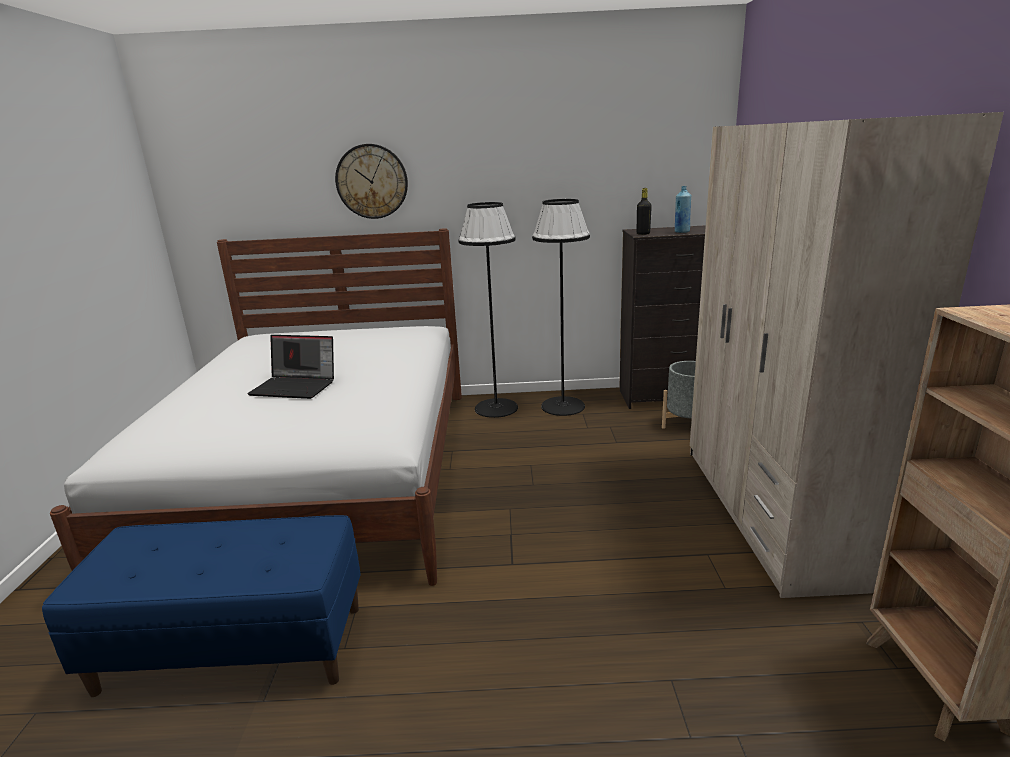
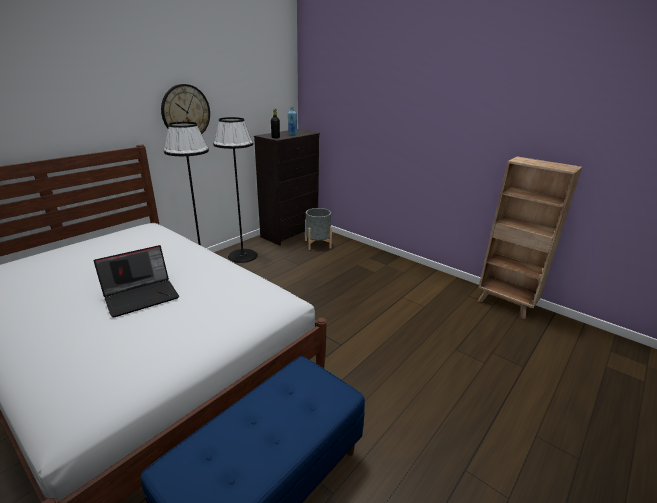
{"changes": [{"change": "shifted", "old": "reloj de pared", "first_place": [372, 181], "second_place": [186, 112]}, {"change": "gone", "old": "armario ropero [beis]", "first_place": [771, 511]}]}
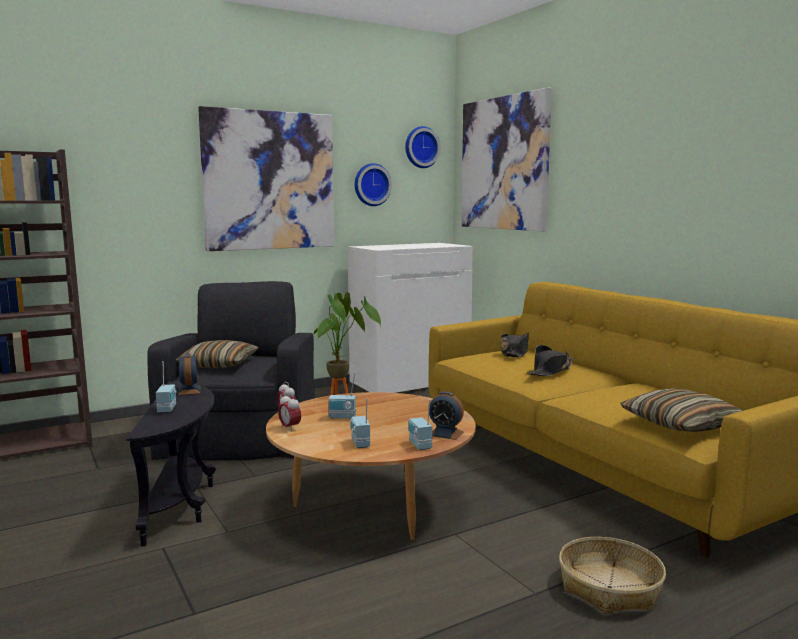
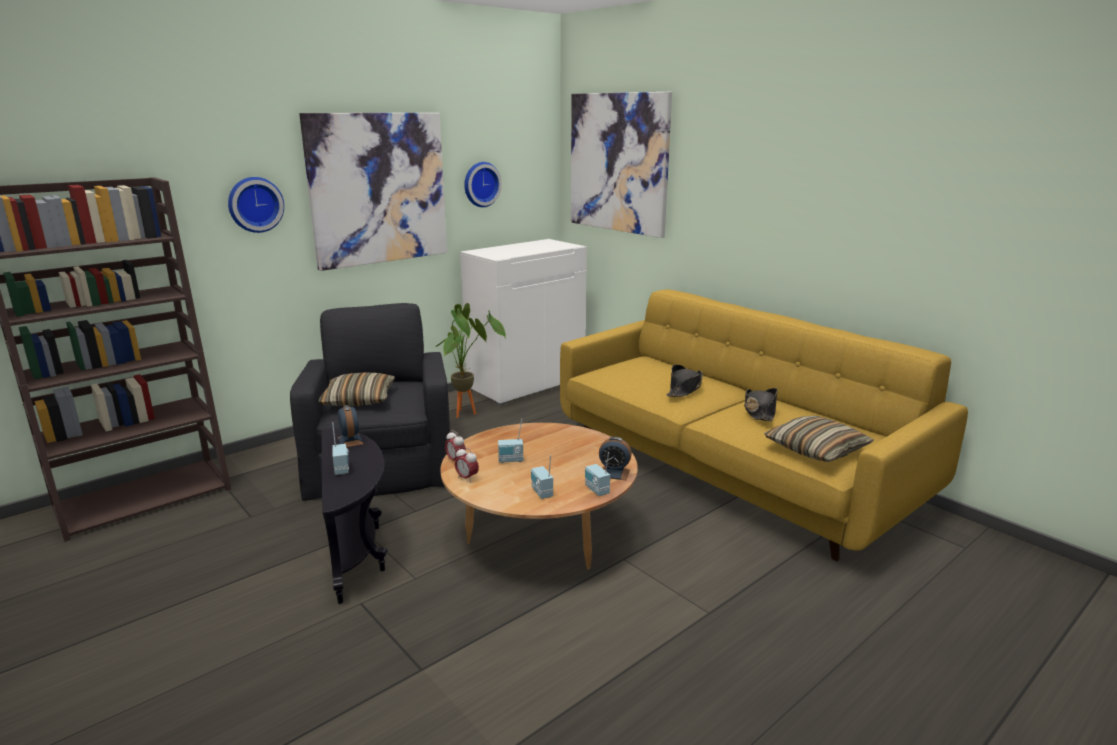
{"changes": [{"change": "shifted", "old": "reloj de pared", "first_place": [420, 147], "second_place": [255, 204]}, {"change": "shifted", "old": "sombrero [negro]", "first_place": [514, 353], "second_place": [759, 411]}, {"change": "gone", "old": "cesta", "first_place": [610, 588]}]}
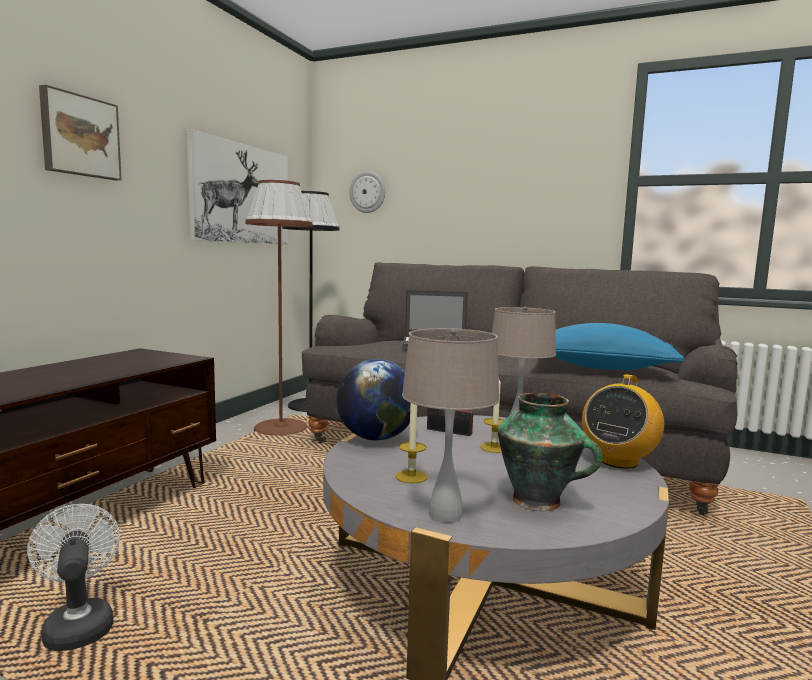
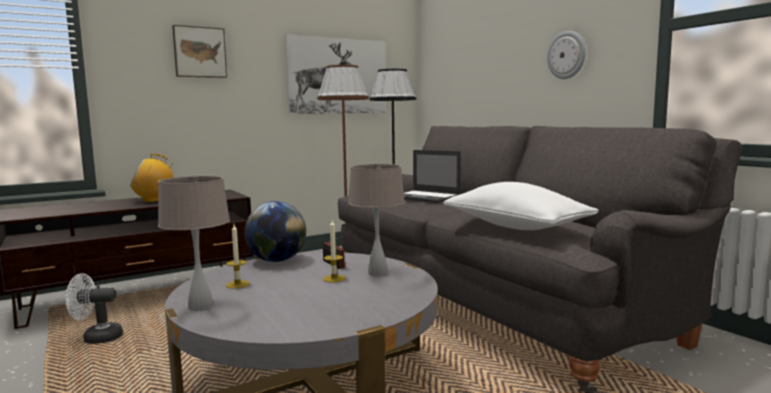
{"changes": [{"change": "rotated", "old": "ventilador [blanco]", "first_place": [78, 624], "second_place": [96, 338], "degrees": -105}, {"change": "shifted", "old": "radio", "first_place": [618, 461], "second_place": [154, 200]}, {"change": "repainted", "old": "cojín [azul]", "new": "cojín [blanco]", "first_place": [602, 367], "second_place": [515, 226]}, {"change": "shifted", "old": "reloj de pared", "first_place": [367, 192], "second_place": [566, 55]}, {"change": "gone", "old": "florero", "first_place": [539, 502]}]}
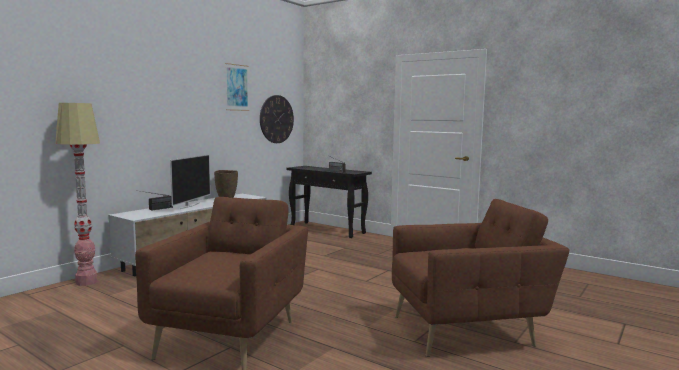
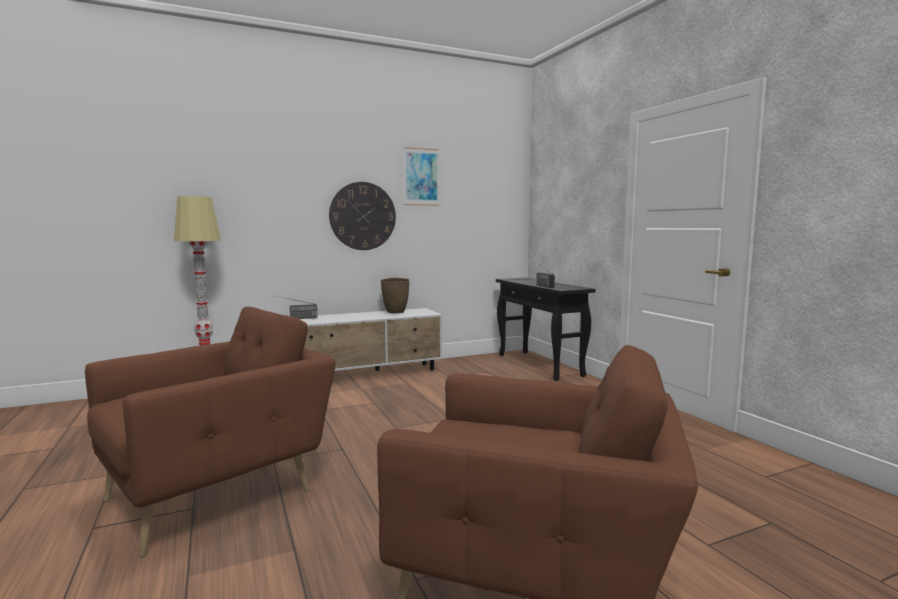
{"changes": [{"change": "shifted", "old": "reloj de pared", "first_place": [276, 119], "second_place": [362, 216]}, {"change": "gone", "old": "televisor", "first_place": [189, 205]}]}
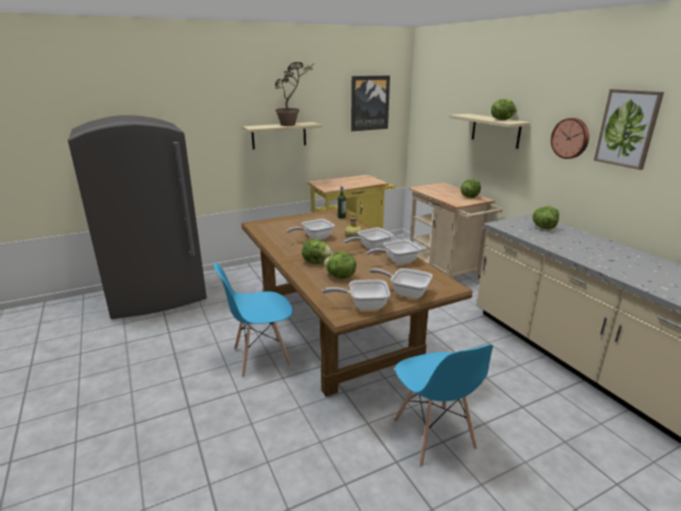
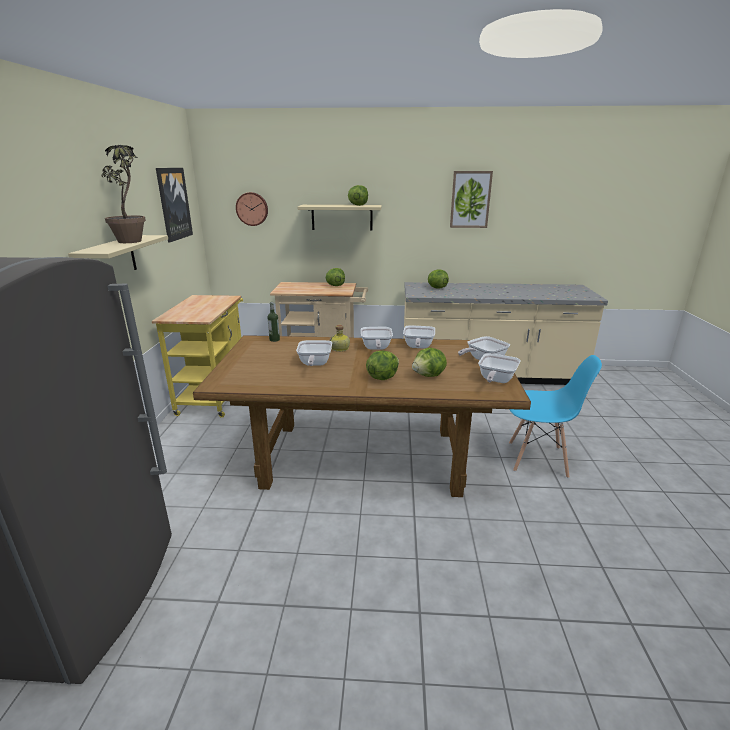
{"changes": [{"change": "shifted", "old": "reloj de pared", "first_place": [570, 138], "second_place": [252, 209]}, {"change": "gone", "old": "silla [azul]", "first_place": [261, 357]}]}
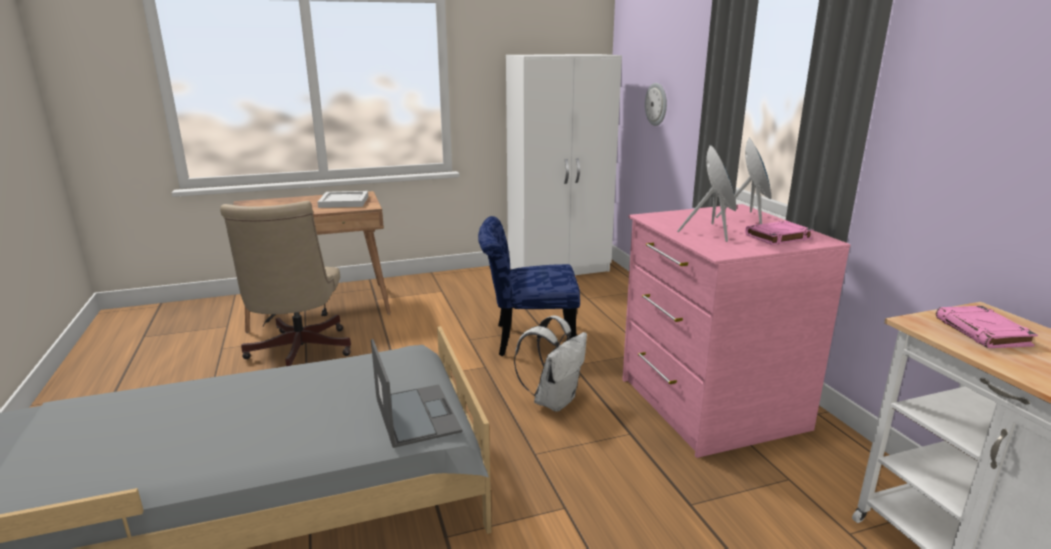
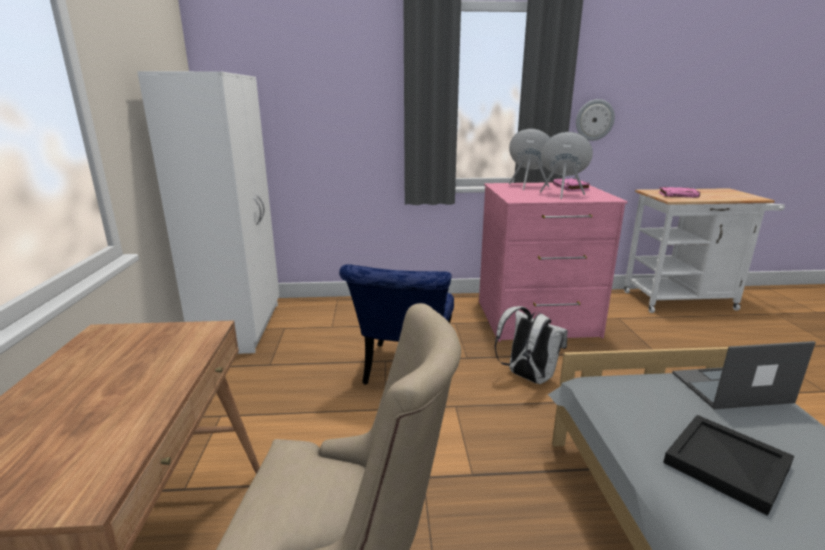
{"changes": [{"change": "shifted", "old": "reloj de pared", "first_place": [656, 104], "second_place": [594, 120]}, {"change": "new", "new": "bandeja [negro]", "second_place": [725, 462]}, {"change": "gone", "old": "bandeja [blanco]", "first_place": [343, 202]}]}
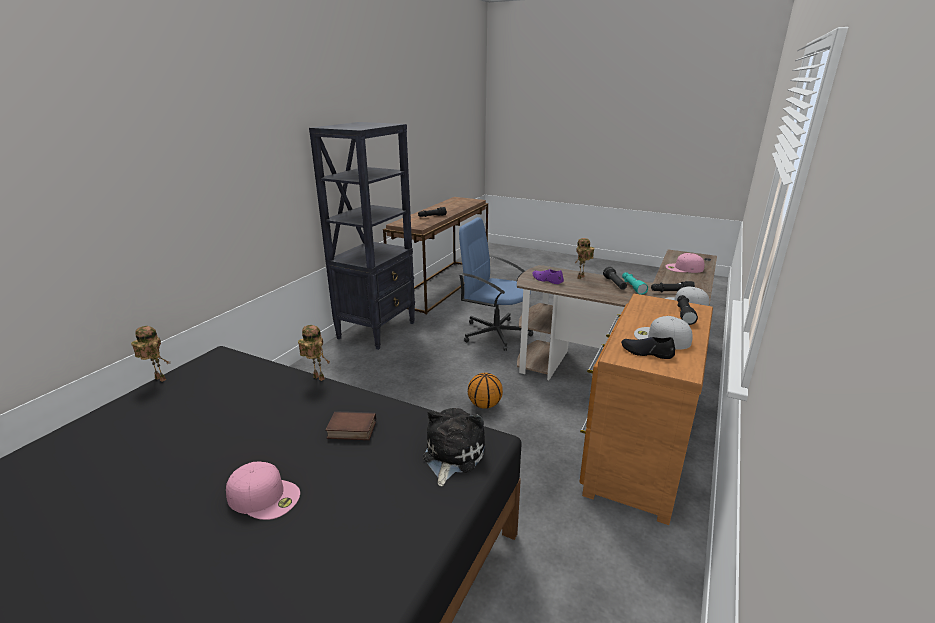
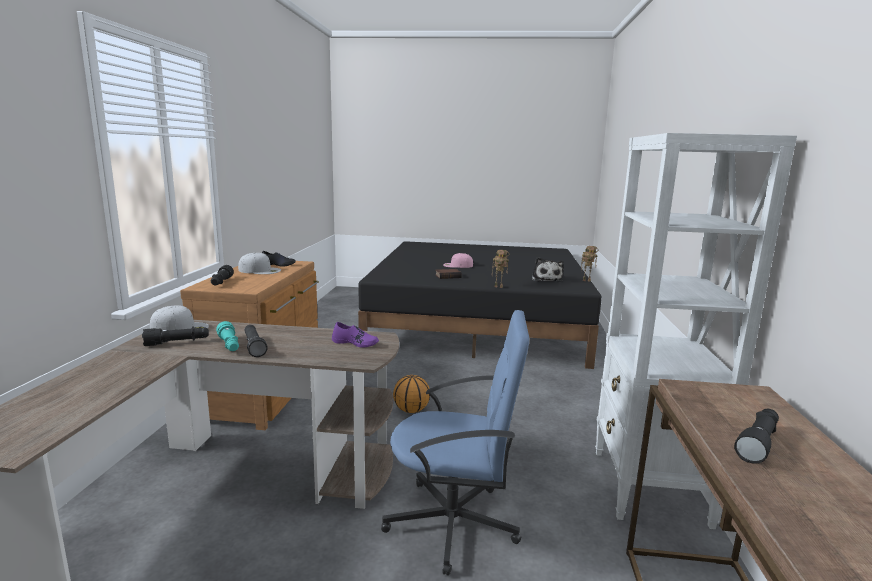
{"changes": [{"change": "shifted", "old": "peluche", "first_place": [452, 455], "second_place": [546, 279]}, {"change": "repainted", "old": "estantería [negro]", "new": "estantería [blanco]", "first_place": [377, 330], "second_place": [649, 487]}, {"change": "gone", "old": "robot de juguete", "first_place": [581, 278]}, {"change": "gone", "old": "gorra [rosa]", "first_place": [684, 268]}]}
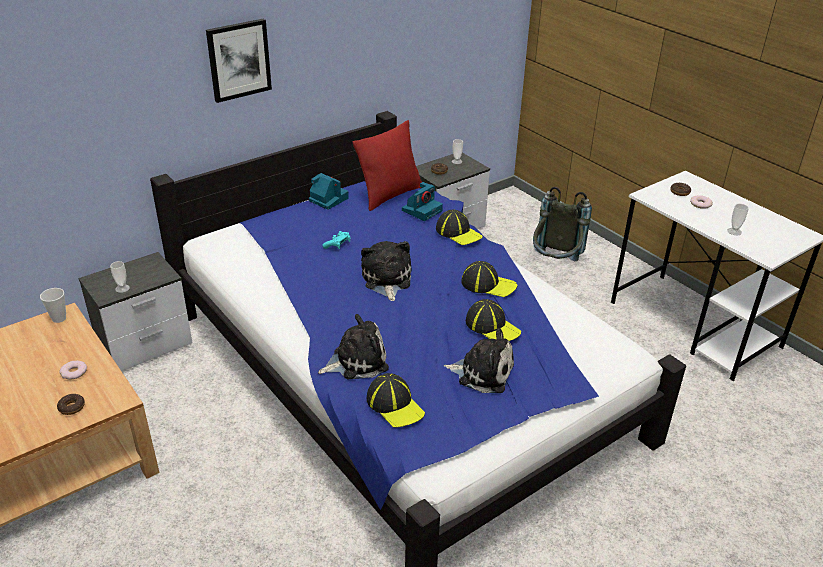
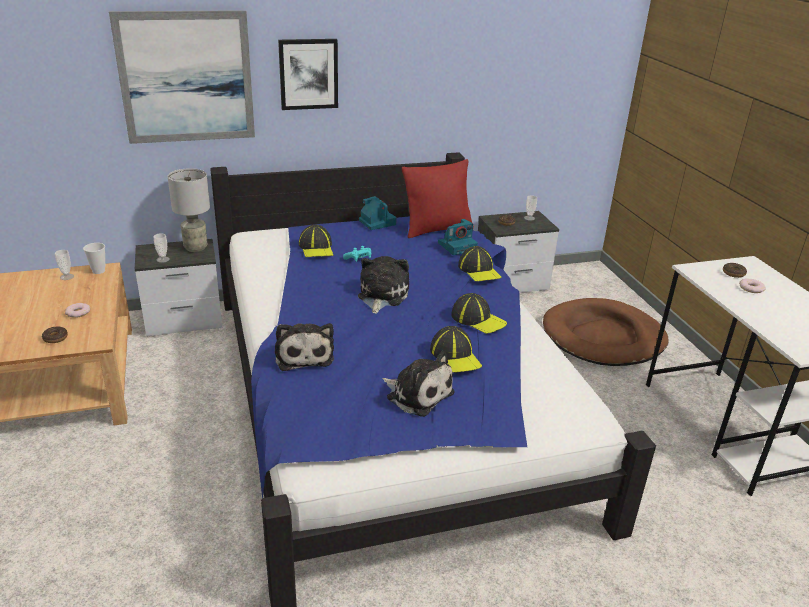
{"changes": [{"change": "shifted", "old": "taza", "first_place": [734, 231], "second_place": [67, 277]}, {"change": "new", "new": "cuadro", "second_place": [186, 77]}, {"change": "new", "new": "lámpara de mesa [gris]", "second_place": [196, 247]}, {"change": "rotated", "old": "peluche", "first_place": [356, 361], "second_place": [304, 355], "degrees": 75}, {"change": "shifted", "old": "gorra", "first_place": [395, 405], "second_place": [316, 248]}, {"change": "swapped", "old": "mochila [gris]", "new": "cama para perro [marrón]", "first_place": [554, 264], "second_place": [603, 337]}]}
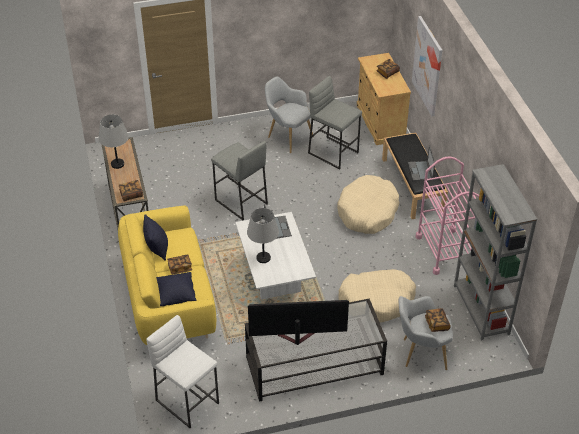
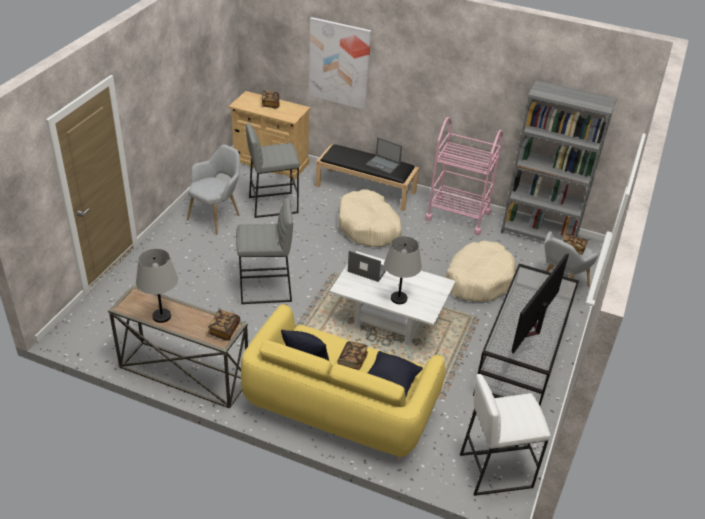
{"changes": [{"change": "rotated", "old": "sillón [gris]", "first_place": [287, 136], "second_place": [217, 216], "degrees": 135}]}
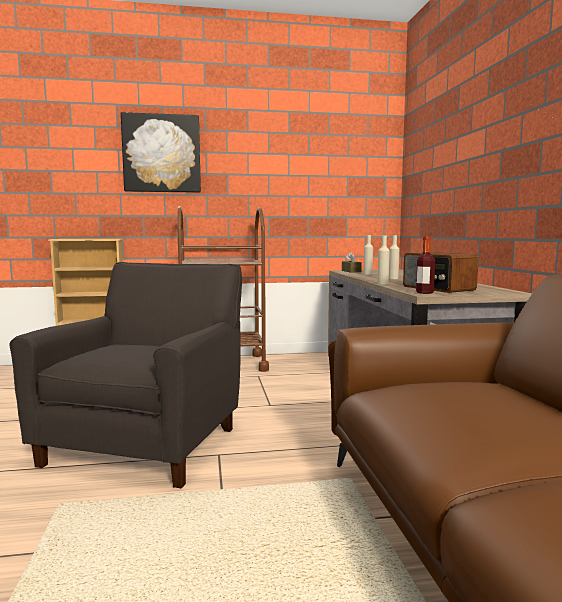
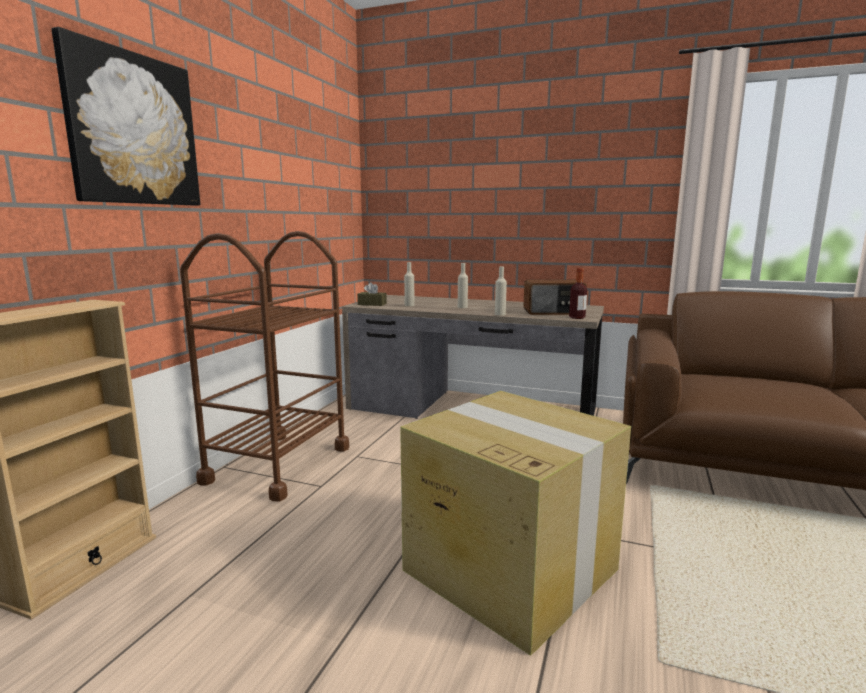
{"changes": [{"change": "swapped", "old": "sillón [gris]", "new": "caja de cartón", "first_place": [147, 442], "second_place": [508, 568]}]}
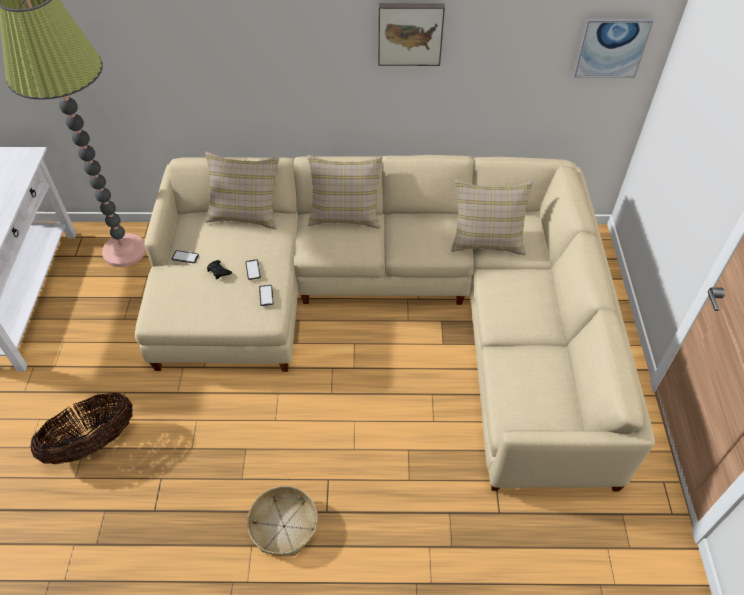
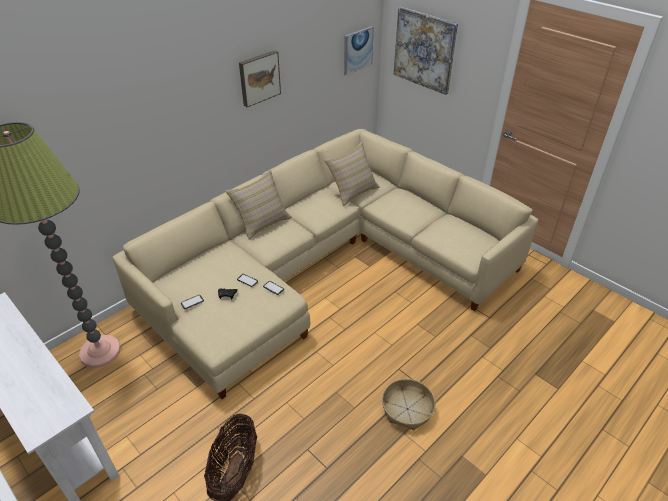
{"changes": [{"change": "new", "new": "cuadro", "second_place": [424, 50]}, {"change": "gone", "old": "cojín [beis]", "first_place": [245, 213]}]}
